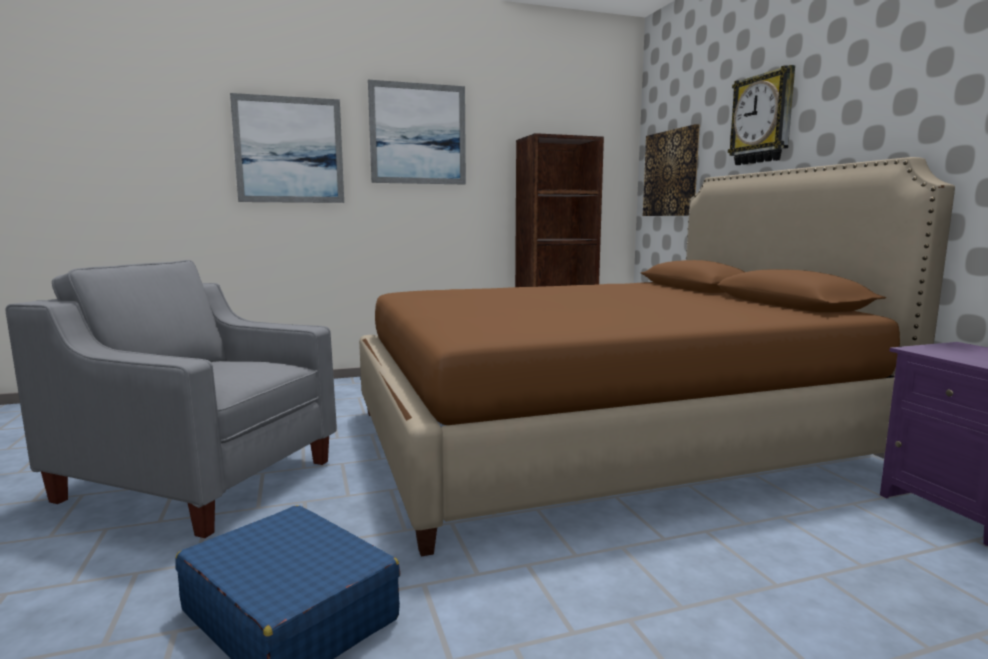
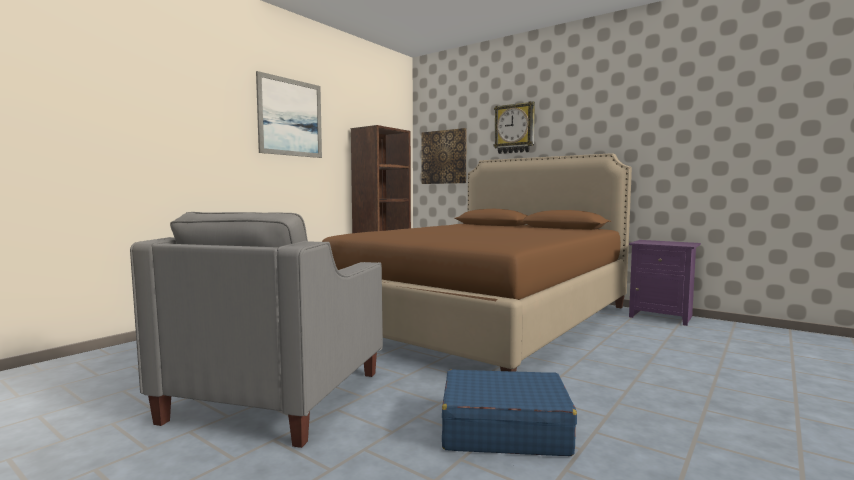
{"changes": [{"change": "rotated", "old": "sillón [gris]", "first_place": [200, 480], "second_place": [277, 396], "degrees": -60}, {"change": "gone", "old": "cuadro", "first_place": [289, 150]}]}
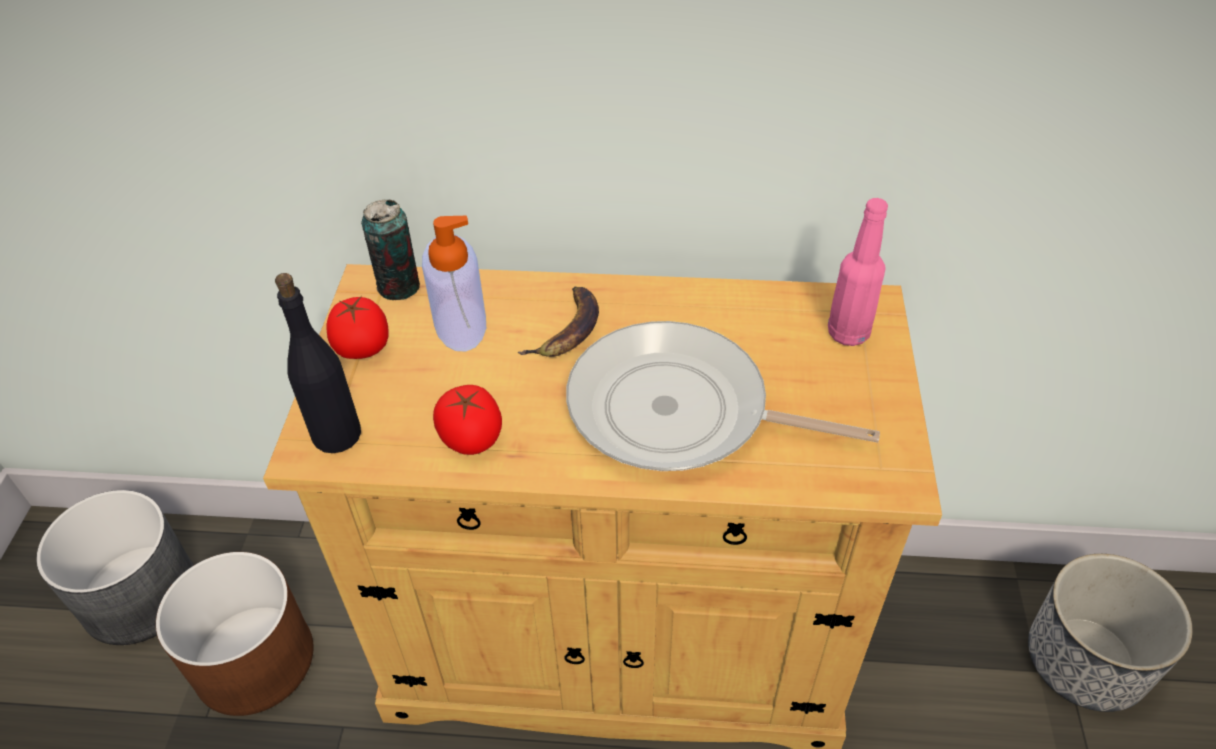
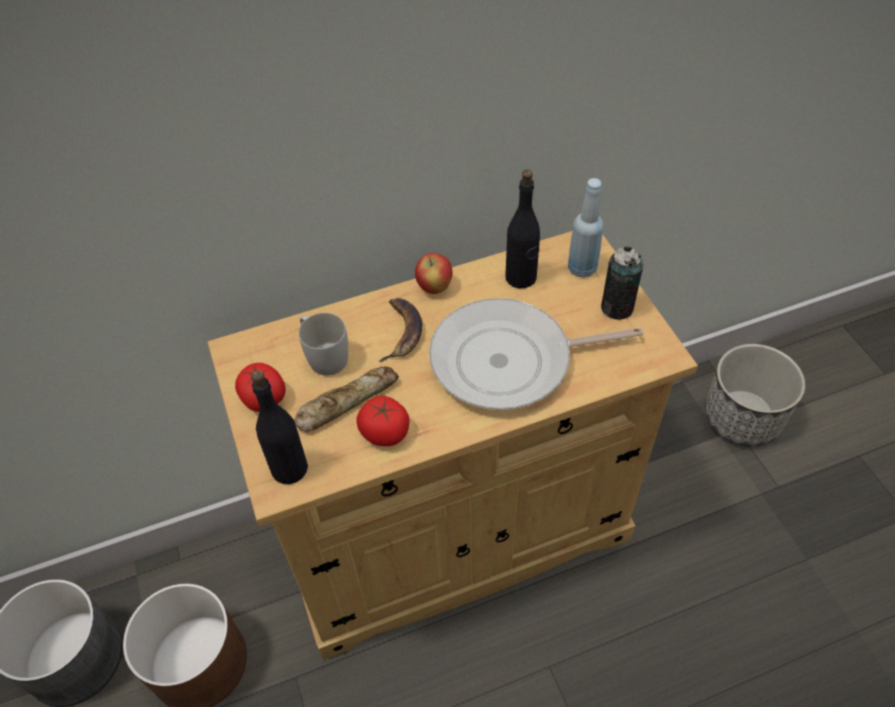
{"changes": [{"change": "new", "new": "pan", "second_place": [346, 402]}, {"change": "swapped", "old": "dispensador de jabón", "new": "taza grande [blanco]", "first_place": [460, 323], "second_place": [323, 355]}, {"change": "new", "new": "manzana", "second_place": [434, 287]}, {"change": "new", "new": "botella [negro]", "second_place": [521, 278]}, {"change": "repainted", "old": "botella [rosa]", "new": "botella [azul]", "first_place": [848, 333], "second_place": [582, 268]}, {"change": "shifted", "old": "lata", "first_place": [399, 287], "second_place": [617, 308]}]}
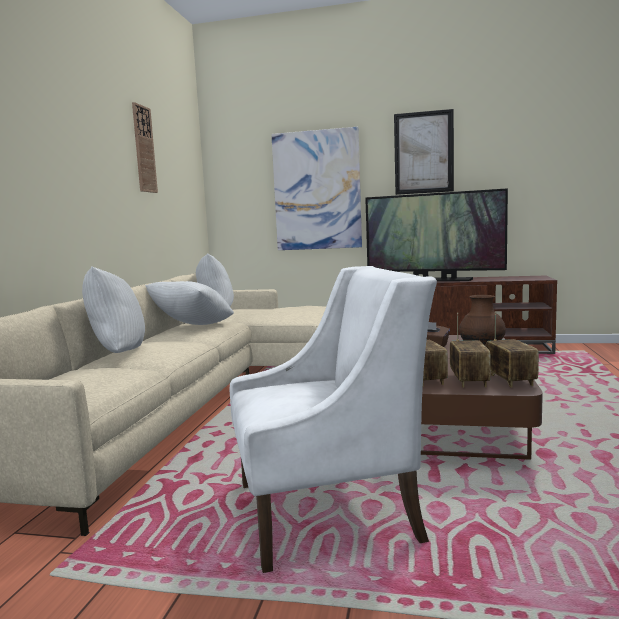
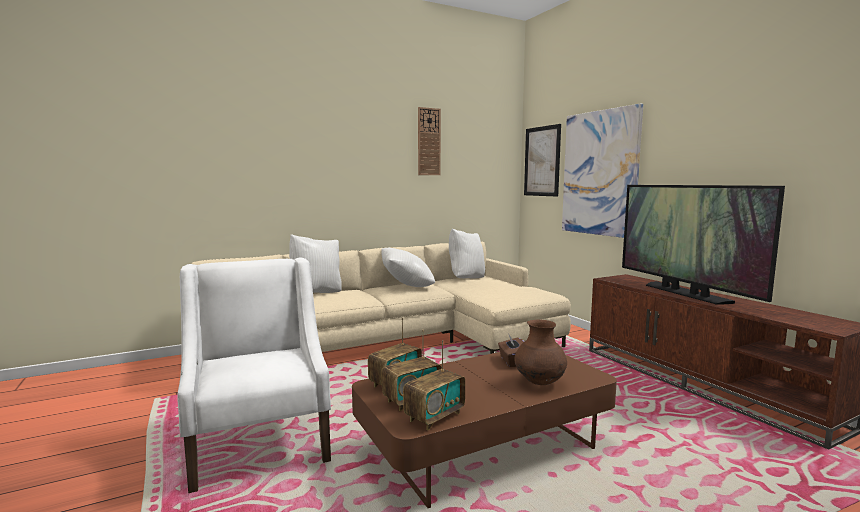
{"changes": [{"change": "rotated", "old": "sillón [blanco]", "first_place": [328, 510], "second_place": [260, 444], "degrees": -150}, {"change": "shifted", "old": "cuadro", "first_place": [423, 152], "second_place": [542, 161]}]}
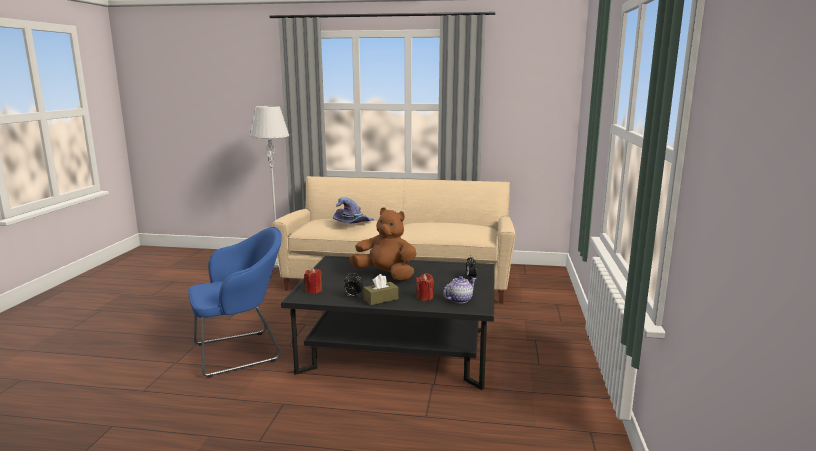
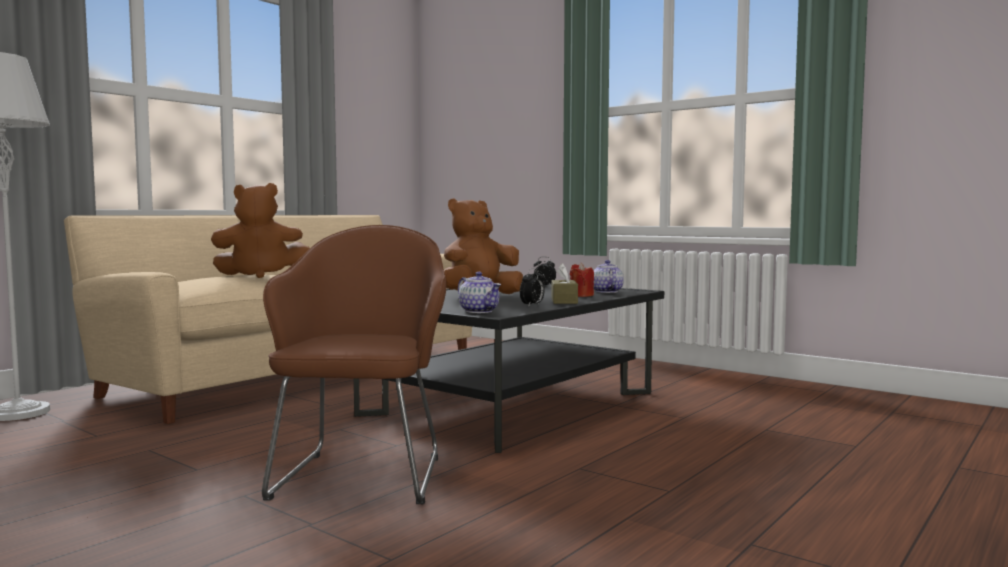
{"changes": [{"change": "swapped", "old": "sombrero [morado]", "new": "peluche [marrón]", "first_place": [353, 224], "second_place": [260, 275]}, {"change": "repainted", "old": "sillón [azul]", "new": "sillón [marrón]", "first_place": [241, 352], "second_place": [363, 473]}, {"change": "swapped", "old": "vela [rojo]", "new": "tetera", "first_place": [313, 290], "second_place": [479, 311]}]}
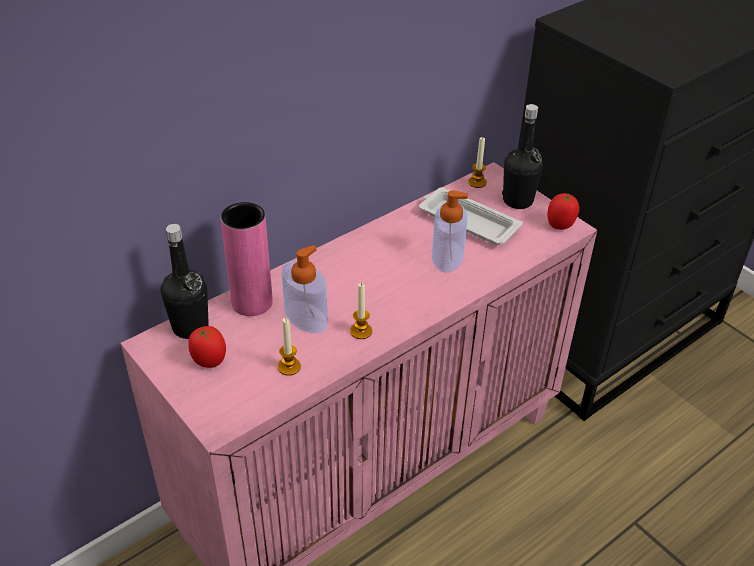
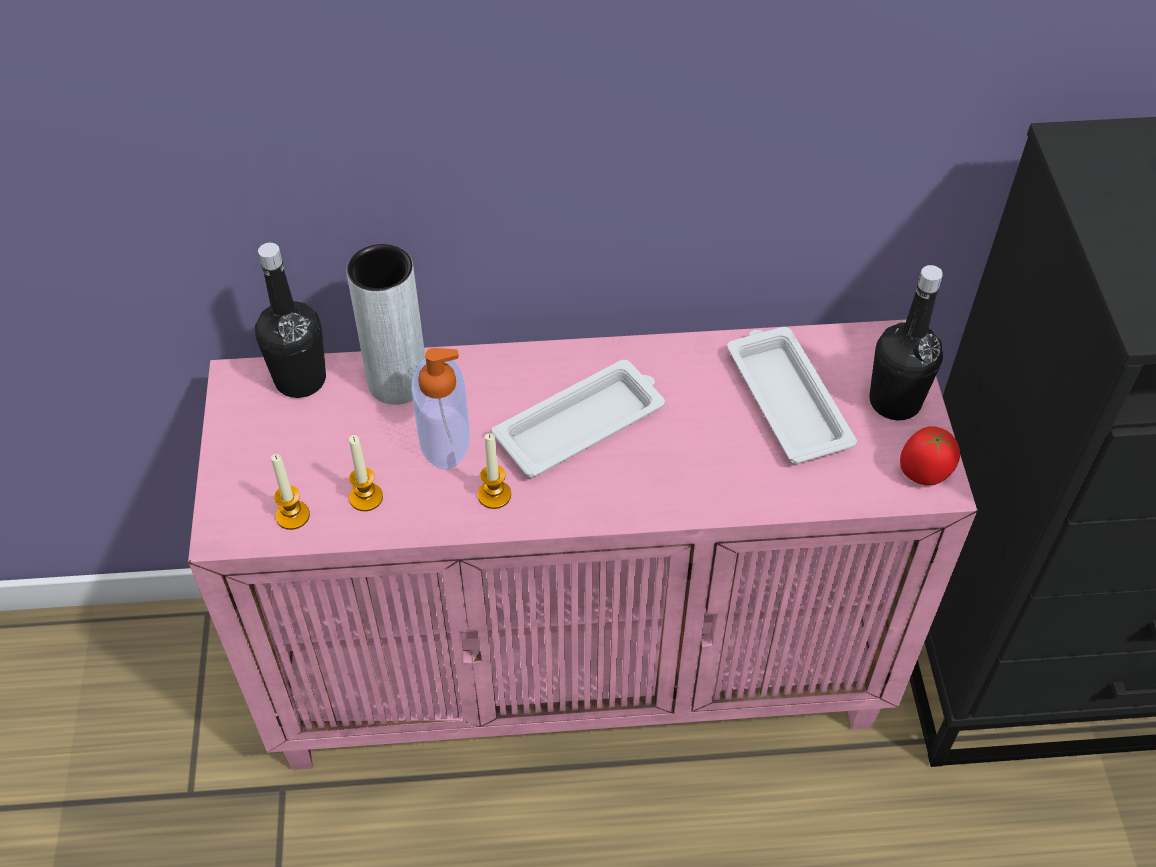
{"changes": [{"change": "shifted", "old": "vela", "first_place": [477, 182], "second_place": [292, 515]}, {"change": "repainted", "old": "florero [rosa]", "new": "florero [gris]", "first_place": [252, 302], "second_place": [398, 382]}, {"change": "new", "new": "bandeja [blanco]", "second_place": [582, 424]}, {"change": "gone", "old": "tomate", "first_place": [209, 361]}, {"change": "gone", "old": "dispensador de jabón", "first_place": [447, 256]}]}
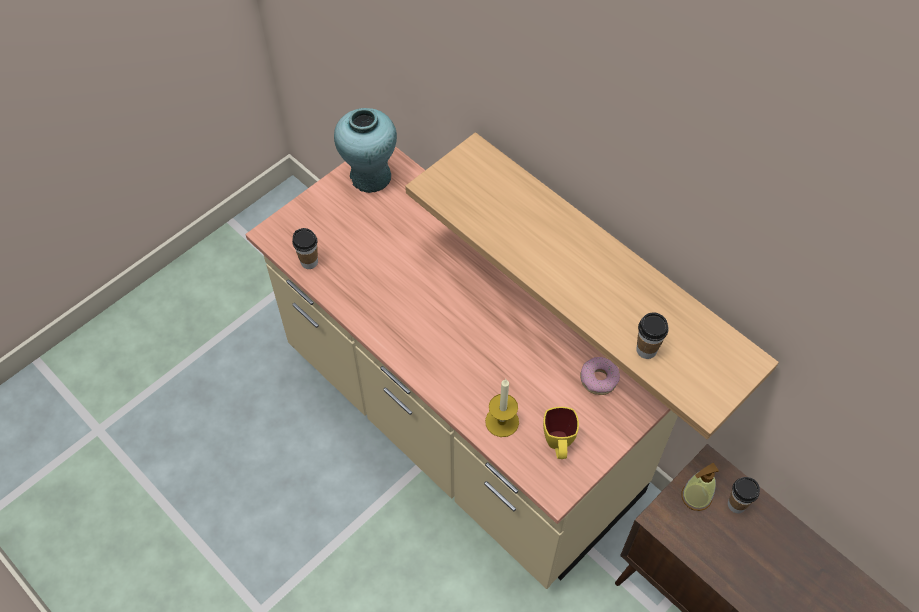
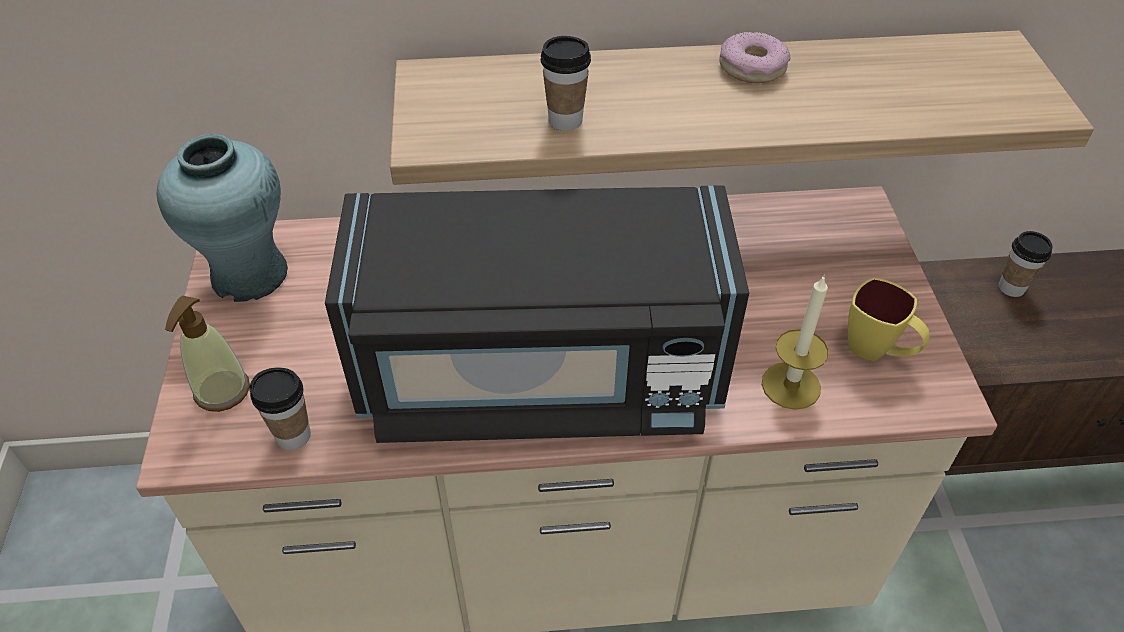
{"changes": [{"change": "shifted", "old": "dispensador de jabón", "first_place": [696, 497], "second_place": [222, 391]}, {"change": "new", "new": "microondas [negro]", "second_place": [539, 375]}, {"change": "shifted", "old": "taza", "first_place": [646, 350], "second_place": [565, 120]}, {"change": "shifted", "old": "rosquilla", "first_place": [598, 379], "second_place": [752, 67]}]}
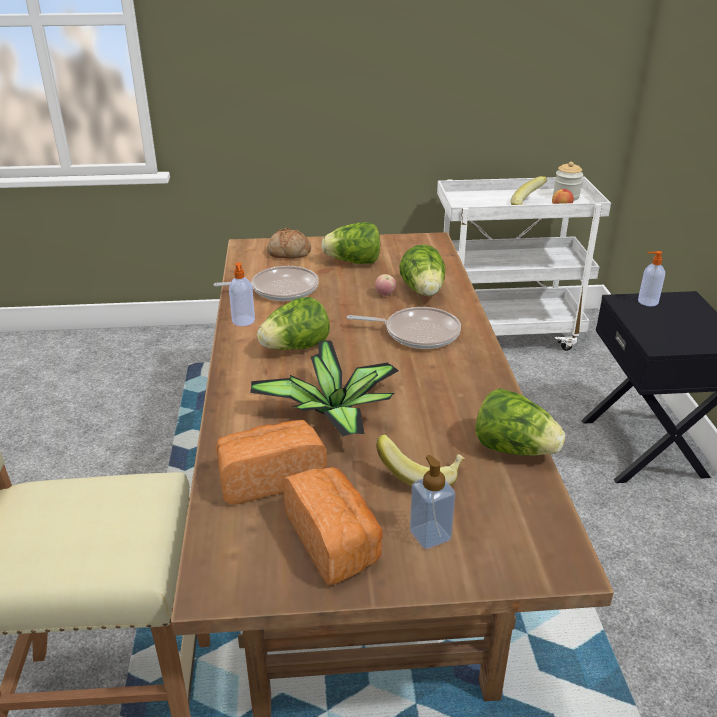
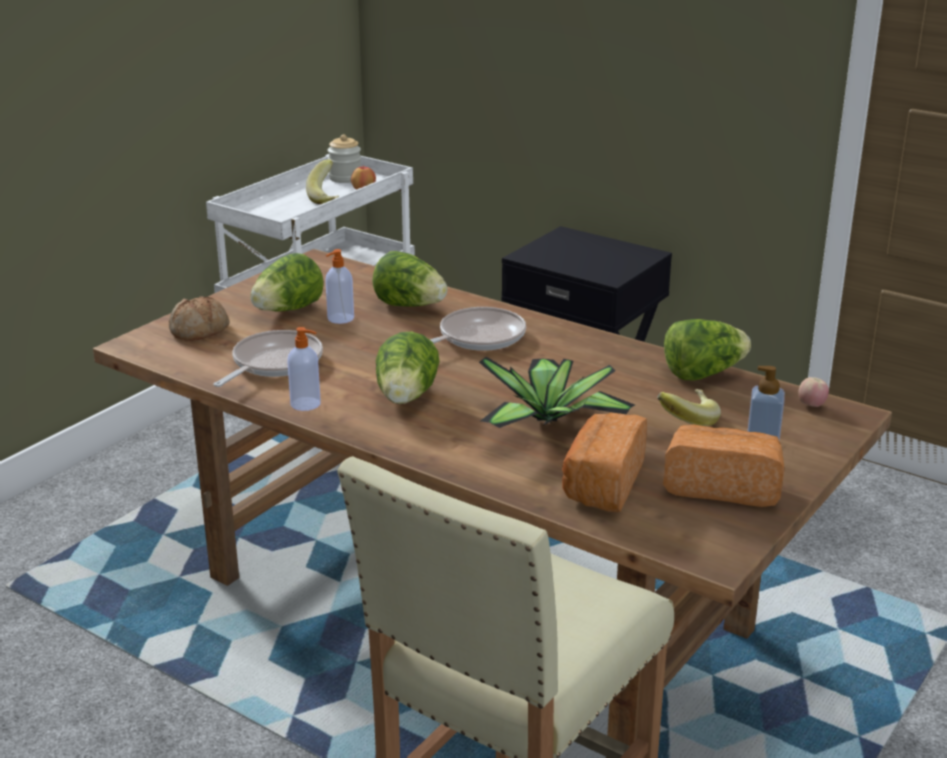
{"changes": [{"change": "shifted", "old": "dispensador de jabón", "first_place": [647, 302], "second_place": [340, 319]}, {"change": "shifted", "old": "manzana", "first_place": [385, 295], "second_place": [811, 406]}]}
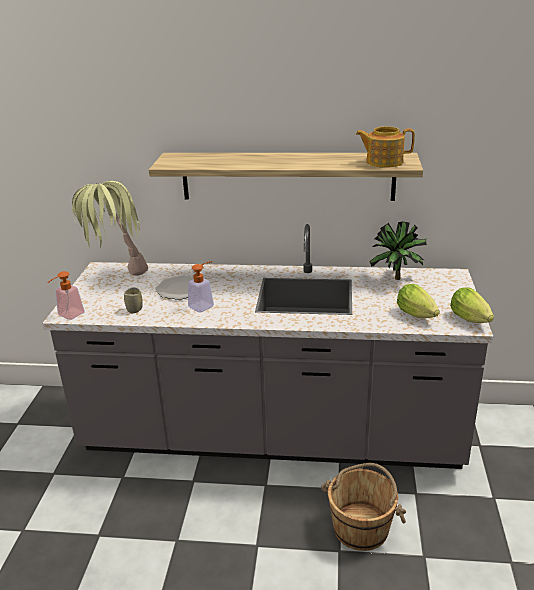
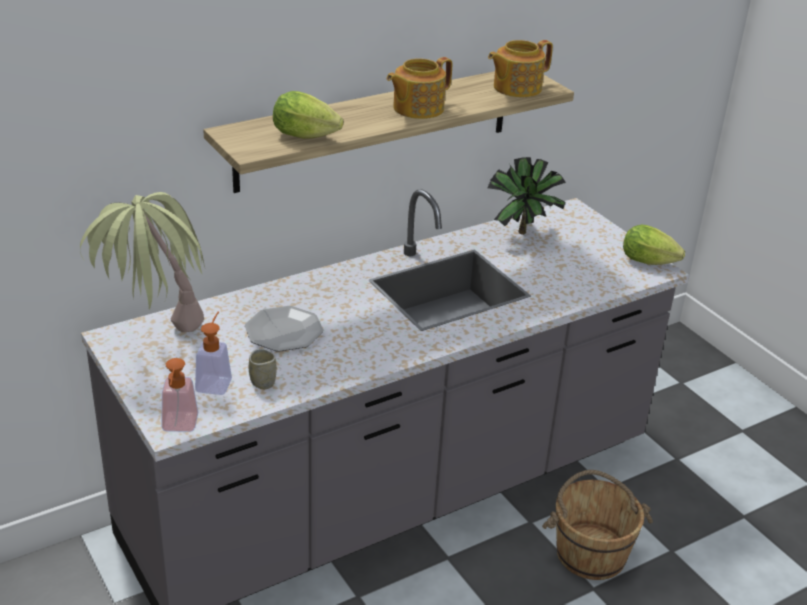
{"changes": [{"change": "shifted", "old": "dispensador de jabón", "first_place": [204, 305], "second_place": [215, 381]}, {"change": "shifted", "old": "lechuga", "first_place": [418, 316], "second_place": [309, 137]}, {"change": "new", "new": "tetera", "second_place": [417, 108]}]}
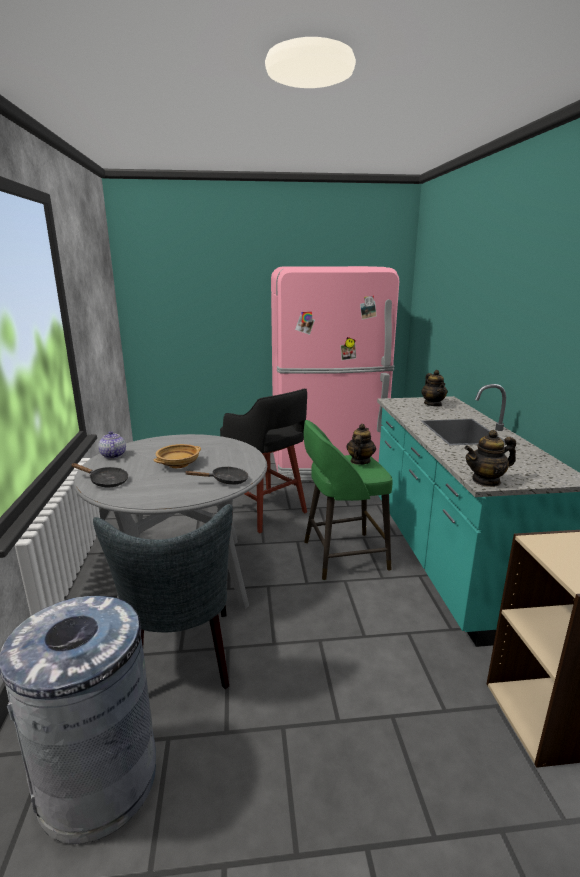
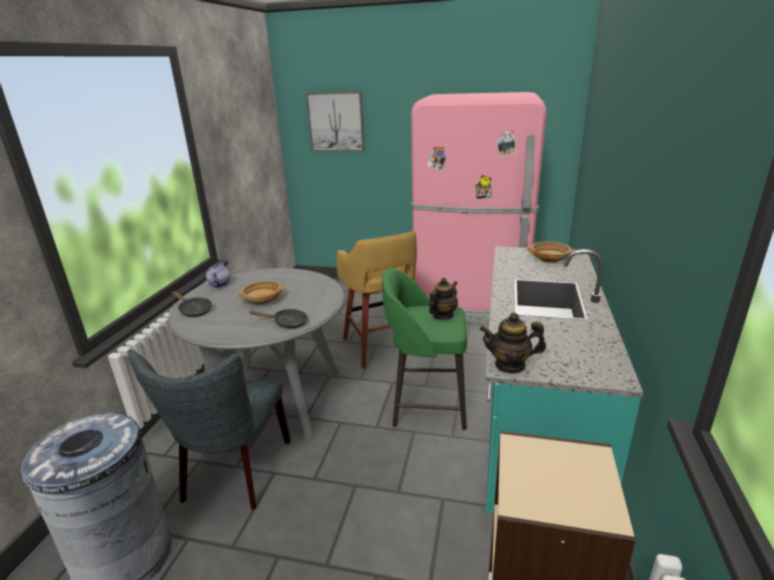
{"changes": [{"change": "new", "new": "cuadro", "second_place": [336, 122]}, {"change": "repainted", "old": "taburete [negro]", "new": "taburete [amarillo]", "first_place": [266, 512], "second_place": [380, 347]}, {"change": "swapped", "old": "tetera", "new": "cuenco [beis]", "first_place": [433, 404], "second_place": [550, 259]}]}
